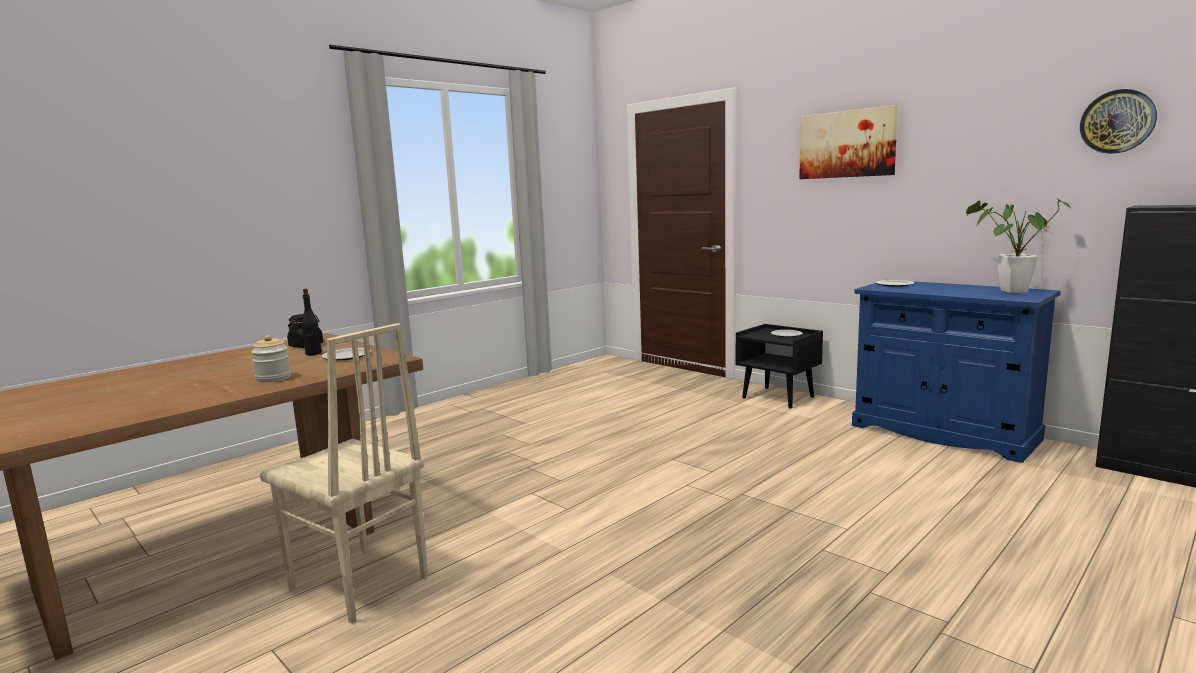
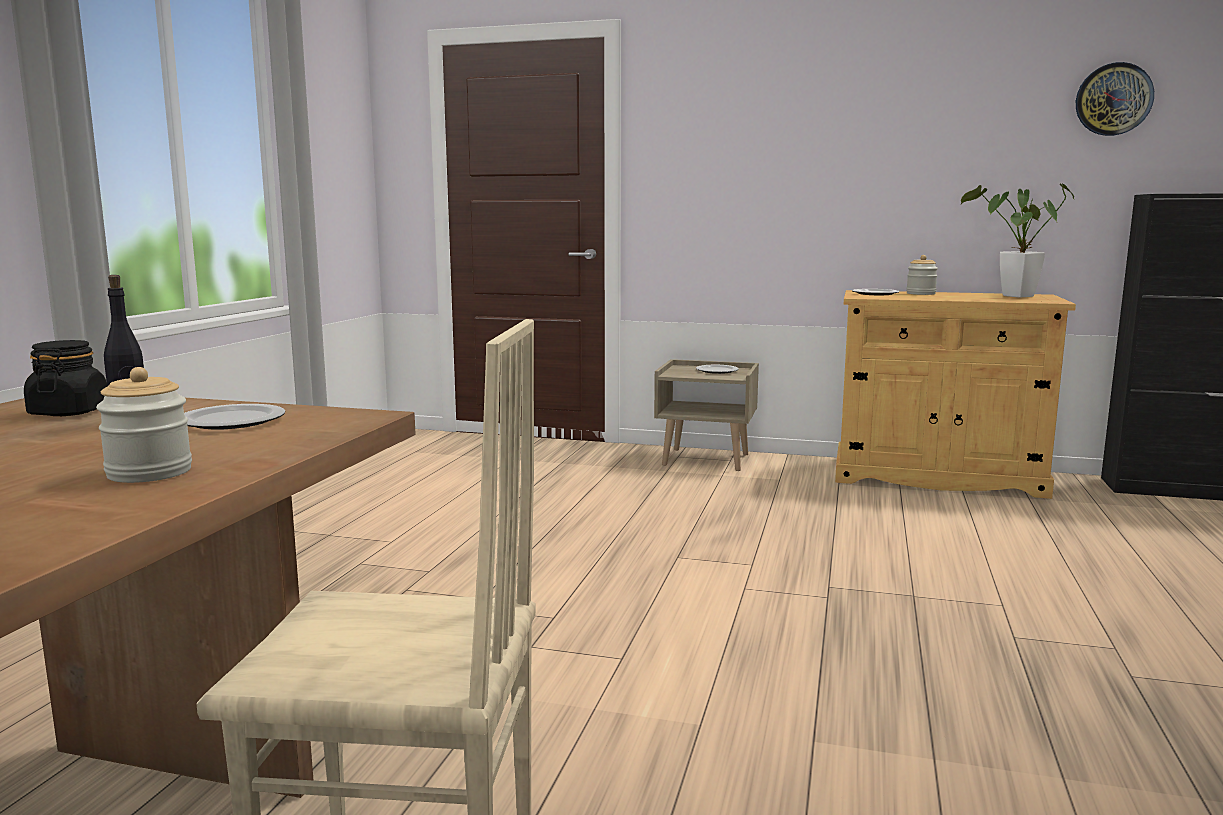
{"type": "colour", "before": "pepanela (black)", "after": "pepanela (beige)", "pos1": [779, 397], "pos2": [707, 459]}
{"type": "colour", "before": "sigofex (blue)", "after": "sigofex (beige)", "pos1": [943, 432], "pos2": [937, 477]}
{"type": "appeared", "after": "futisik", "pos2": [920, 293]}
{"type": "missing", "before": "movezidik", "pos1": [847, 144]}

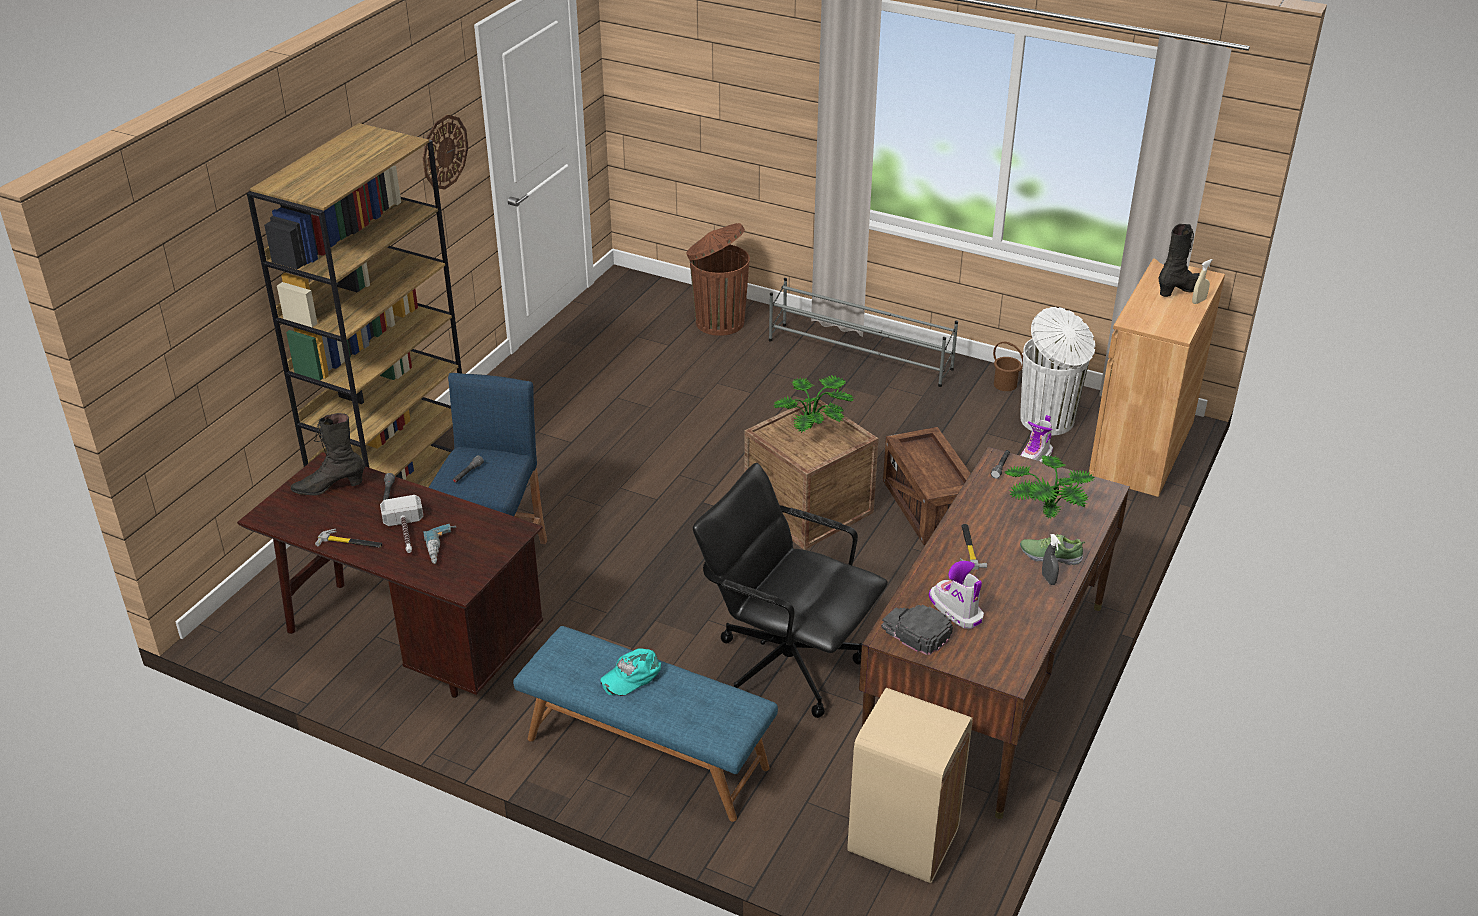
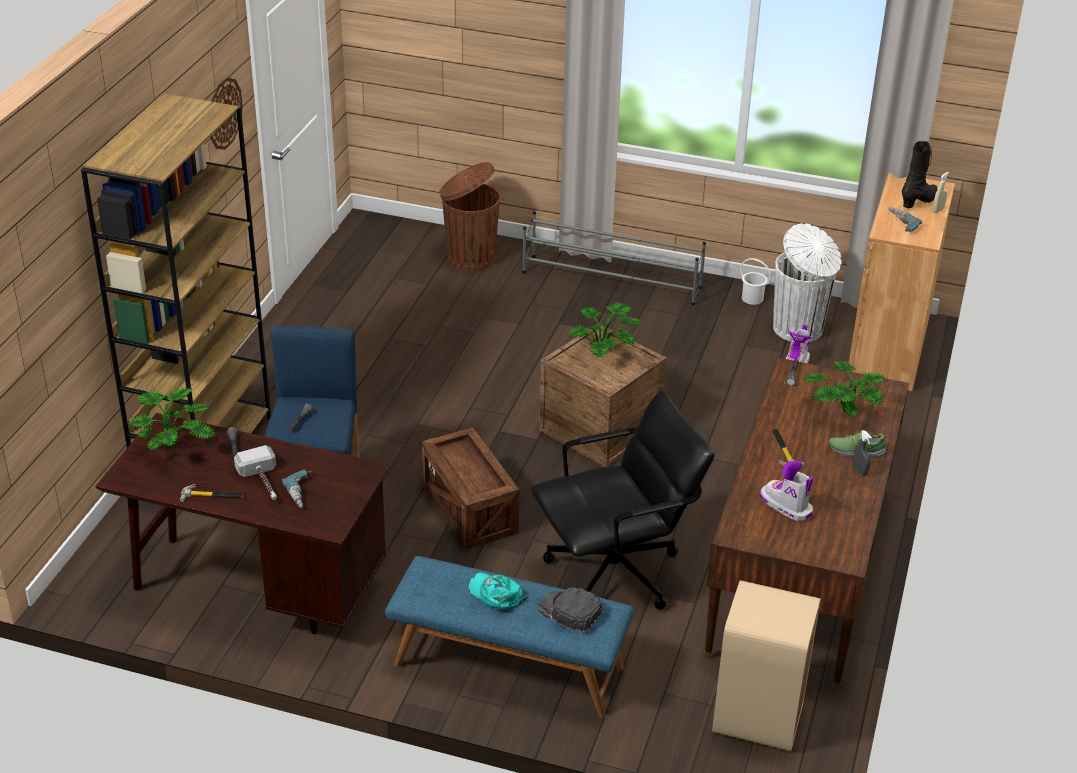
{"type": "exchanged", "before": "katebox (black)", "after": "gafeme", "pos1": [329, 487], "pos2": [175, 445]}
{"type": "relocated", "before": "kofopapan", "pos1": [928, 507], "pos2": [470, 509]}
{"type": "spun", "before": "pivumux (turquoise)", "pos1": [631, 675], "pos2": [496, 594], "turn": 90}
{"type": "spun", "before": "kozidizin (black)", "pos1": [786, 664], "pos2": [616, 573], "turn": 135}
{"type": "relocated", "before": "pivumux (black)", "pos1": [916, 631], "pos2": [569, 612]}
{"type": "colour", "before": "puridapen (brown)", "after": "puridapen (white)", "pos1": [1005, 385], "pos2": [752, 298]}
{"type": "appeared", "after": "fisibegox", "pos2": [899, 223]}

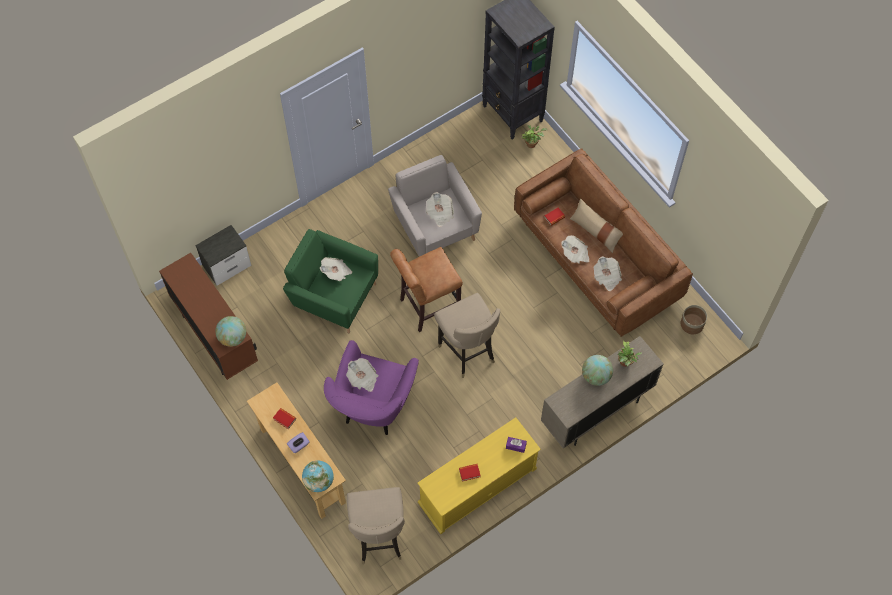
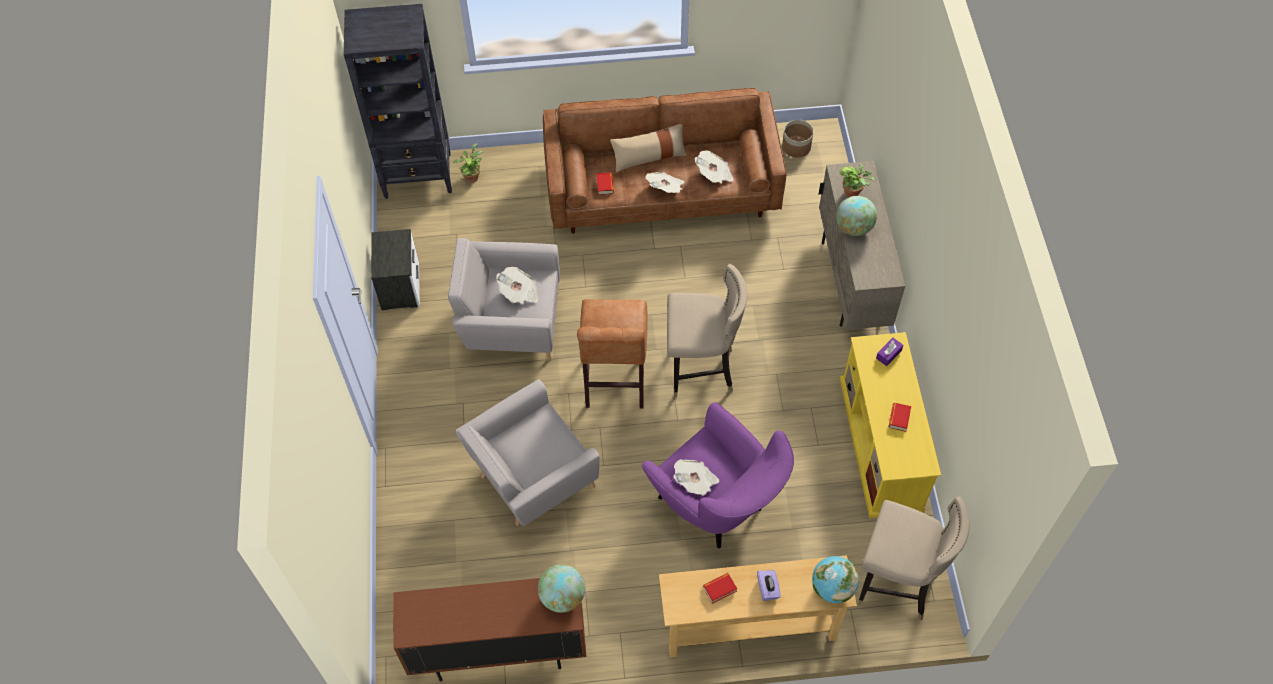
{"type": "relocated", "before": "pepanela", "pos1": [227, 265], "pos2": [400, 285]}
{"type": "colour", "before": "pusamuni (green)", "after": "pusamuni (grey)", "pos1": [334, 296], "pos2": [531, 479]}
{"type": "missing", "before": "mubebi", "pos1": [336, 272]}

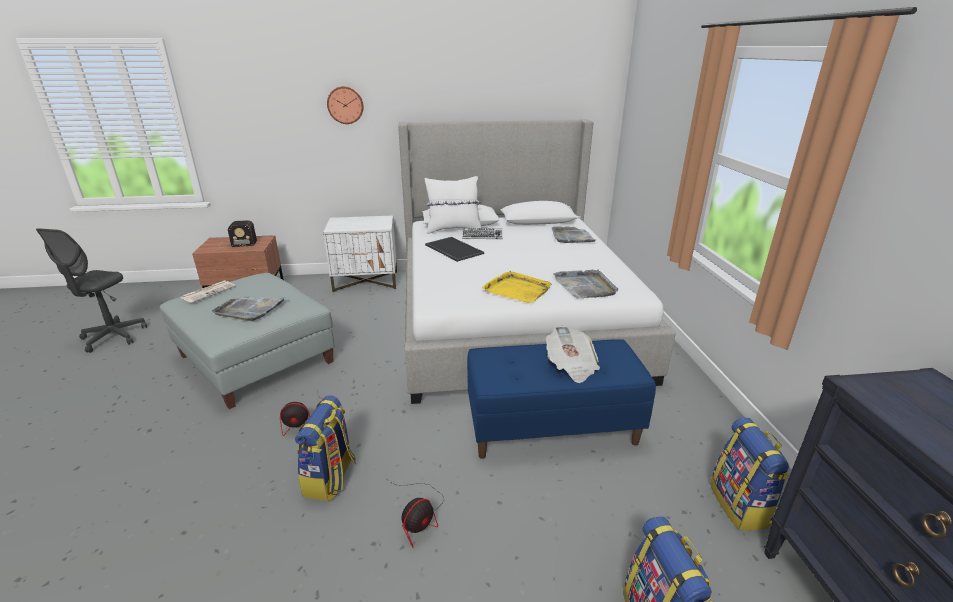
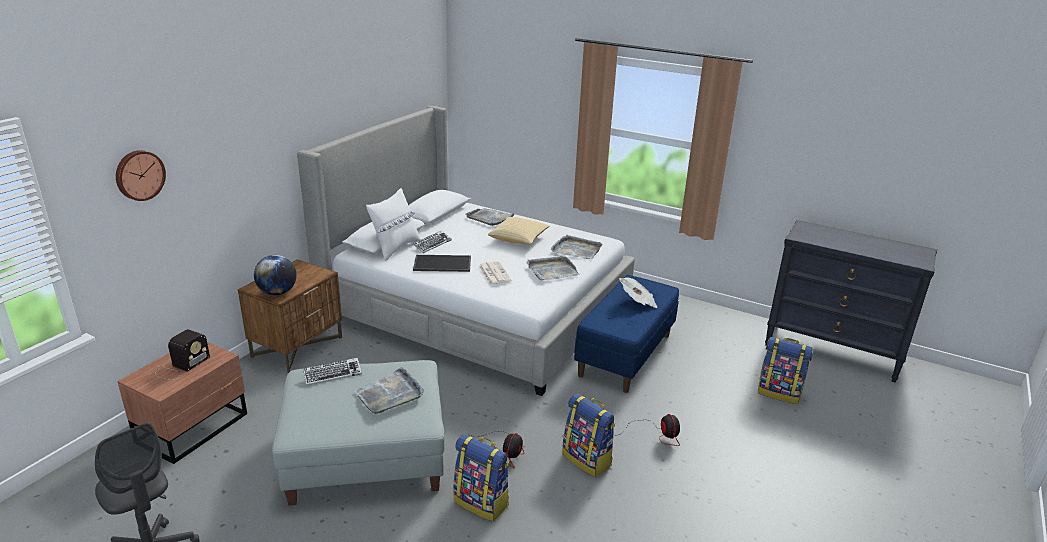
{"type": "relocated", "before": "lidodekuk", "pos1": [345, 105], "pos2": [139, 175]}
{"type": "colour", "before": "pepanela (white)", "after": "pepanela (brown)", "pos1": [366, 282], "pos2": [297, 347]}
{"type": "appeared", "after": "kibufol", "pos2": [277, 293]}
{"type": "appeared", "after": "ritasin", "pos2": [332, 374]}
{"type": "relocated", "before": "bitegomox", "pos1": [740, 505], "pos2": [482, 502]}
{"type": "relocated", "before": "mubebi", "pos1": [208, 292], "pos2": [494, 273]}
{"type": "appeared", "after": "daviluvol", "pos2": [518, 239]}
{"type": "colour", "before": "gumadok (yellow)", "after": "gumadok (grey)", "pos1": [517, 289], "pos2": [551, 270]}

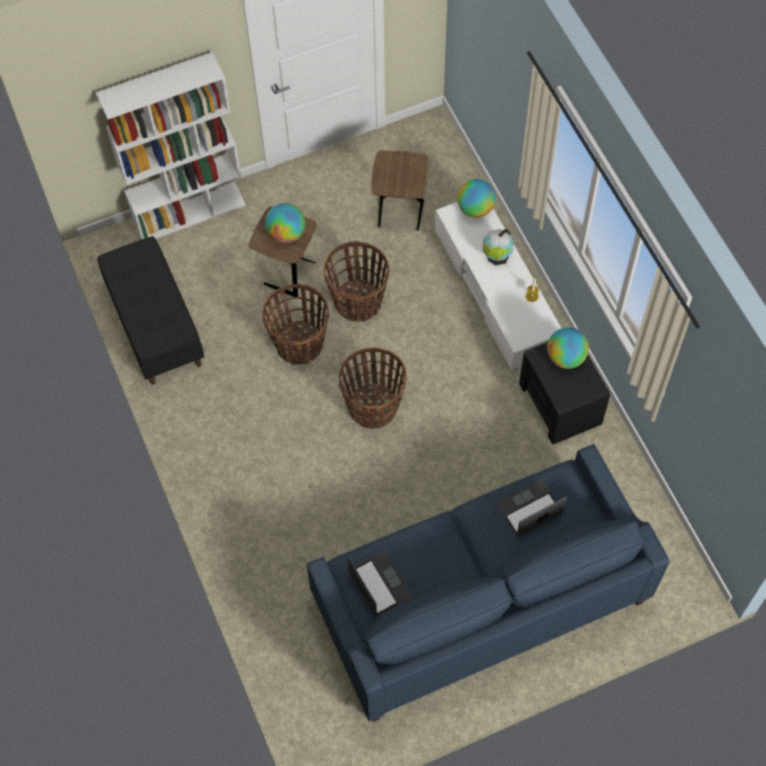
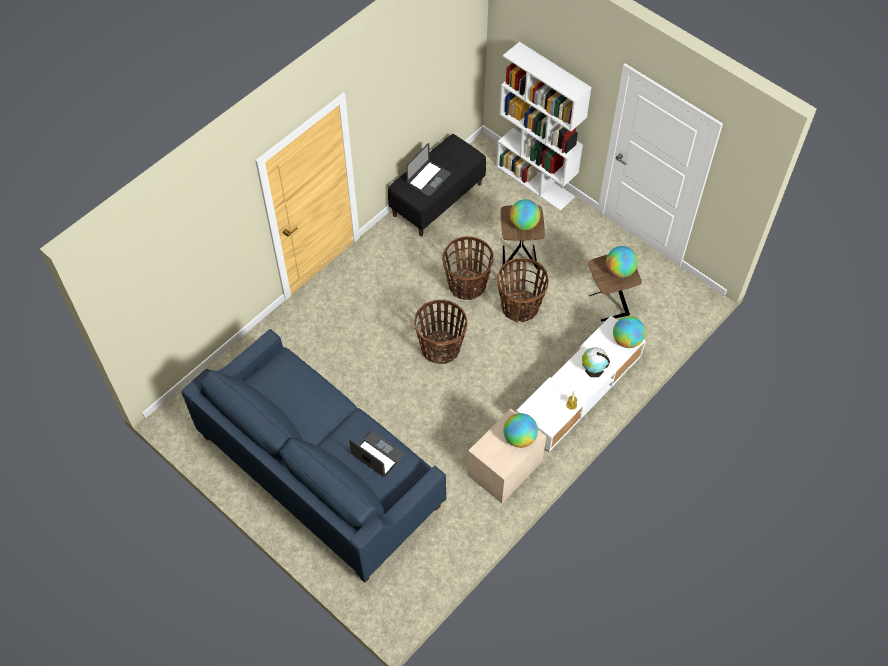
{"type": "relocated", "before": "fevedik", "pos1": [379, 584], "pos2": [428, 178]}
{"type": "colour", "before": "pepanela (black)", "after": "pepanela (beige)", "pos1": [560, 404], "pos2": [504, 468]}
{"type": "appeared", "after": "kibufol", "pos2": [619, 270]}

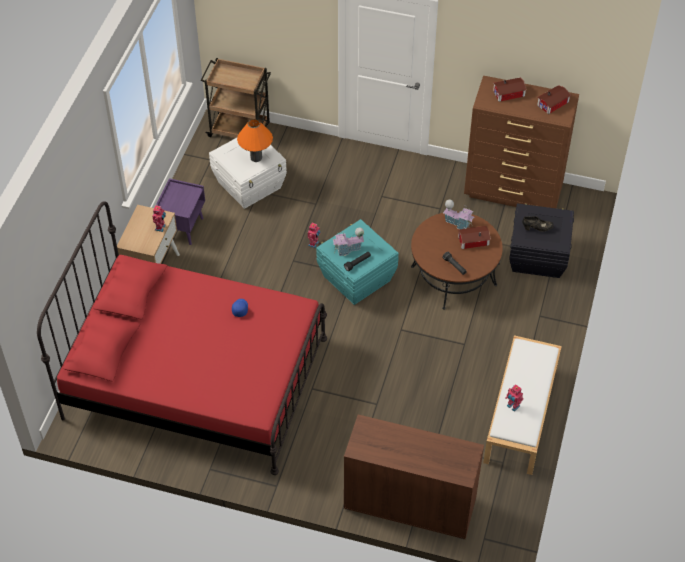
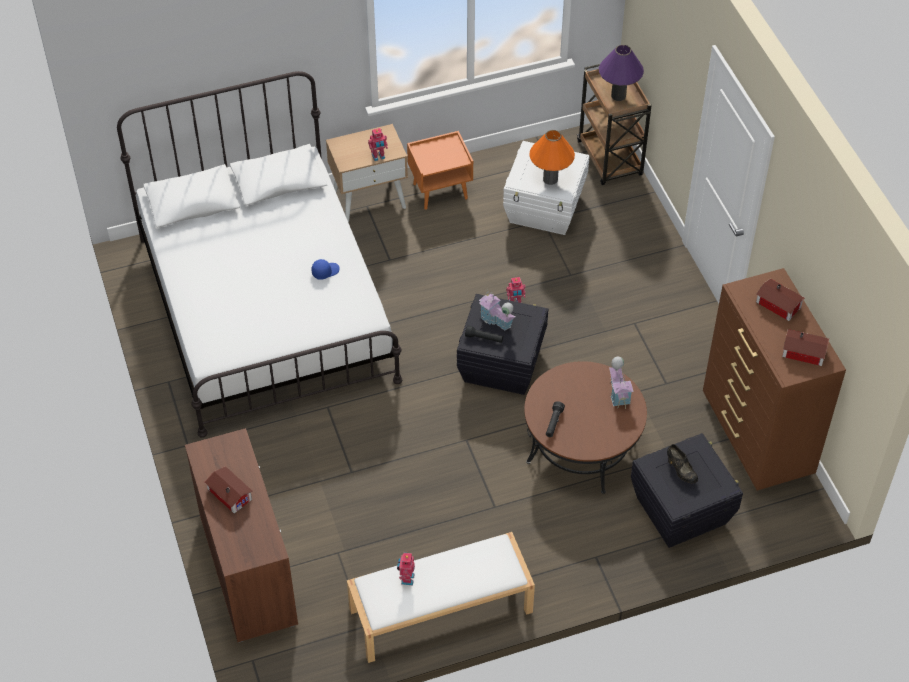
{"type": "colour", "before": "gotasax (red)", "after": "gotasax (white)", "pos1": [195, 378], "pos2": [266, 308]}
{"type": "relocated", "before": "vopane", "pos1": [472, 240], "pos2": [229, 493]}
{"type": "colour", "before": "pepanela (purple)", "after": "pepanela (orange)", "pos1": [182, 228], "pos2": [440, 190]}
{"type": "colour", "before": "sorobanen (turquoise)", "after": "sorobanen (black)", "pos1": [356, 278], "pos2": [501, 364]}
{"type": "appeared", "after": "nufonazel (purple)", "pos2": [618, 95]}

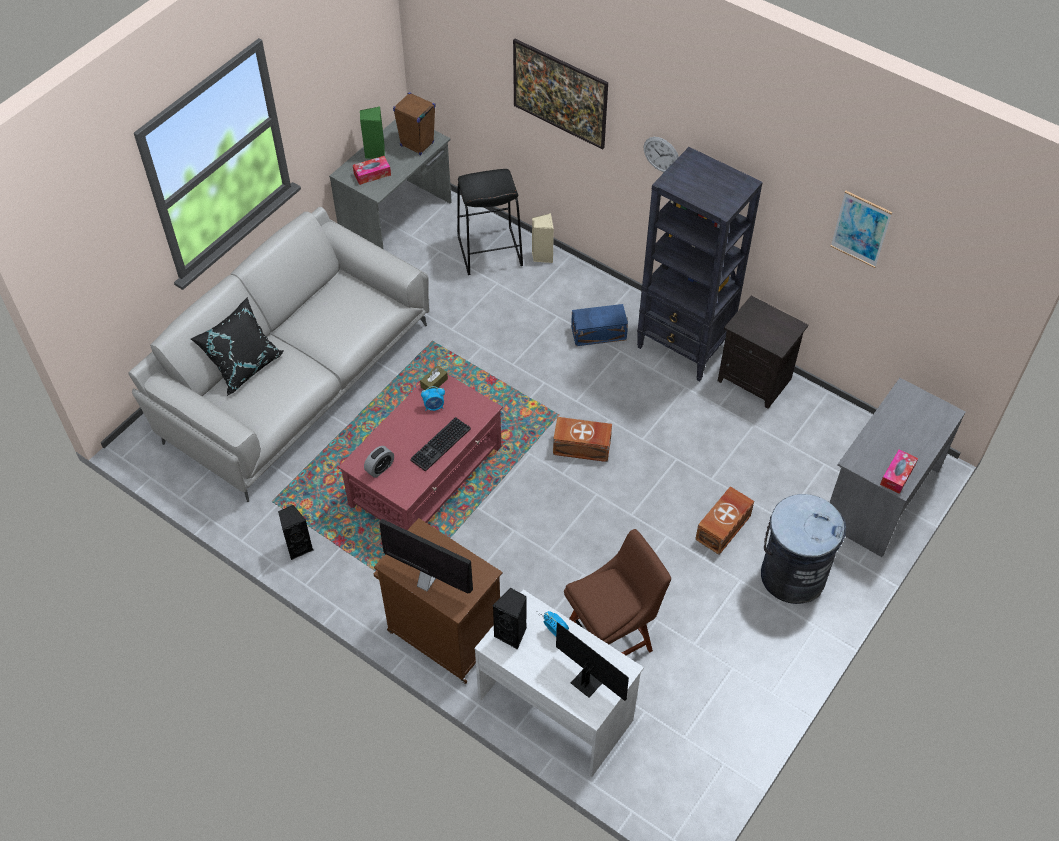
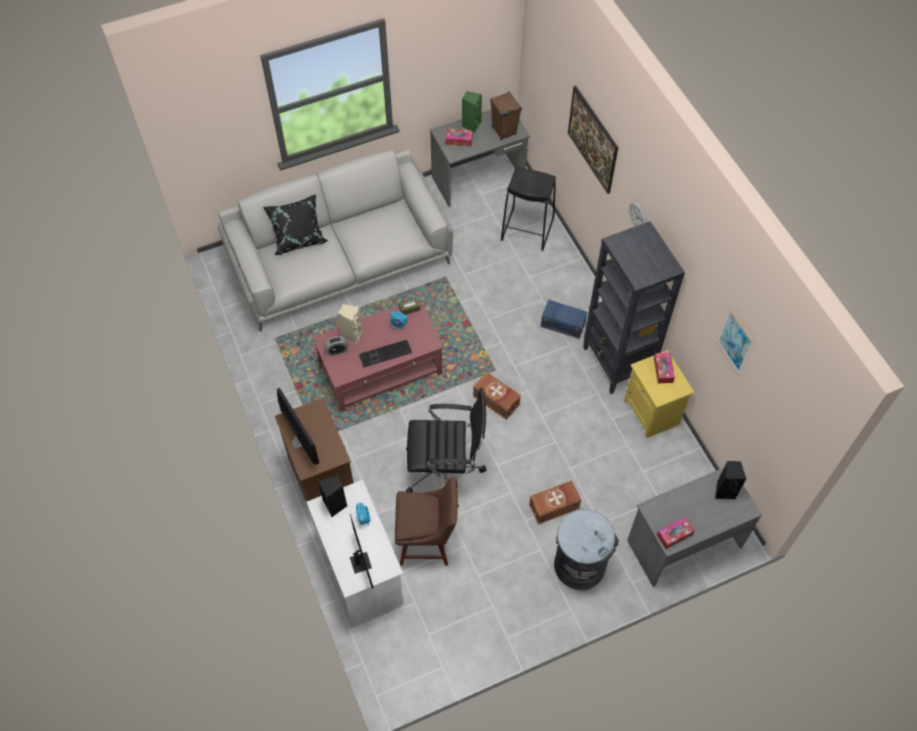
{"type": "relocated", "before": "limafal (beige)", "pos1": [542, 256], "pos2": [352, 334]}
{"type": "appeared", "after": "kozidizin (black)", "pos2": [445, 471]}
{"type": "colour", "before": "pepanela (black)", "after": "pepanela (yellow)", "pos1": [756, 379], "pos2": [652, 412]}
{"type": "appeared", "after": "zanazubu", "pos2": [663, 370]}
{"type": "relocated", "before": "limafal (black)", "pos1": [298, 547], "pos2": [724, 490]}

